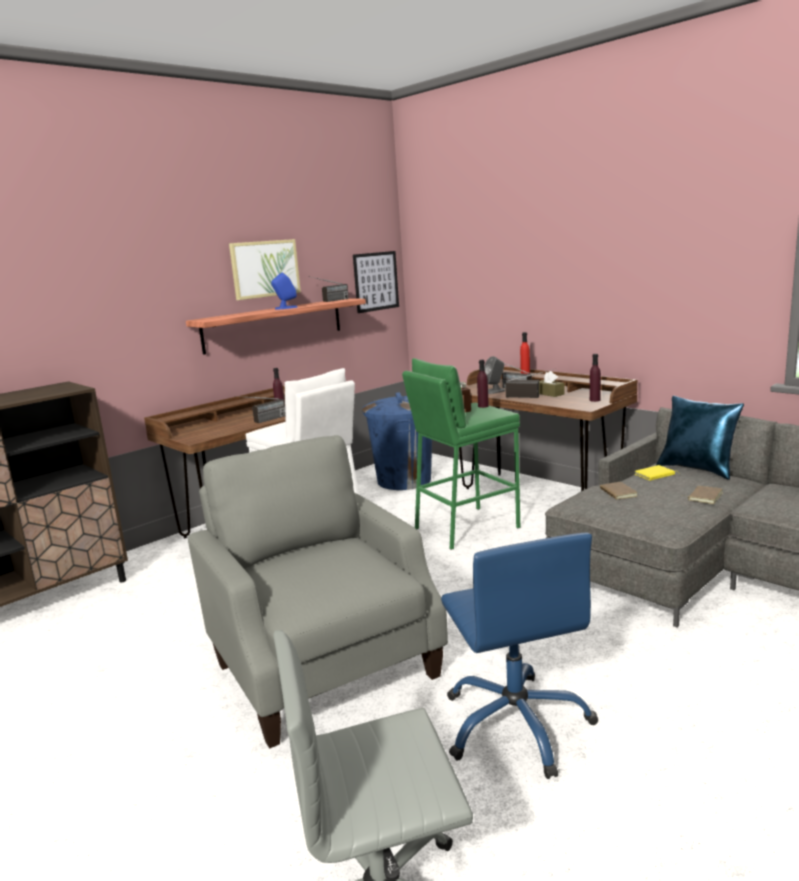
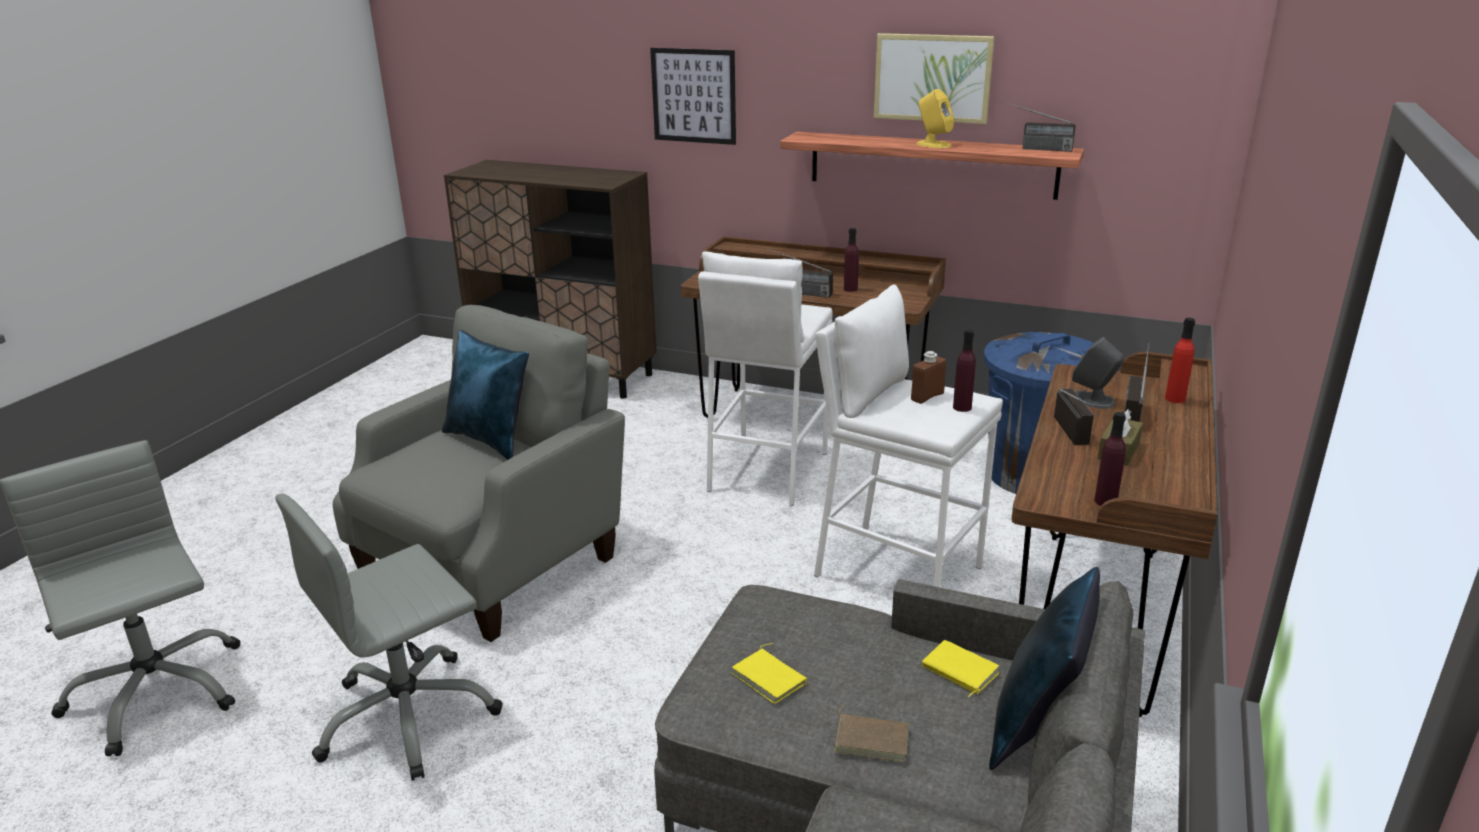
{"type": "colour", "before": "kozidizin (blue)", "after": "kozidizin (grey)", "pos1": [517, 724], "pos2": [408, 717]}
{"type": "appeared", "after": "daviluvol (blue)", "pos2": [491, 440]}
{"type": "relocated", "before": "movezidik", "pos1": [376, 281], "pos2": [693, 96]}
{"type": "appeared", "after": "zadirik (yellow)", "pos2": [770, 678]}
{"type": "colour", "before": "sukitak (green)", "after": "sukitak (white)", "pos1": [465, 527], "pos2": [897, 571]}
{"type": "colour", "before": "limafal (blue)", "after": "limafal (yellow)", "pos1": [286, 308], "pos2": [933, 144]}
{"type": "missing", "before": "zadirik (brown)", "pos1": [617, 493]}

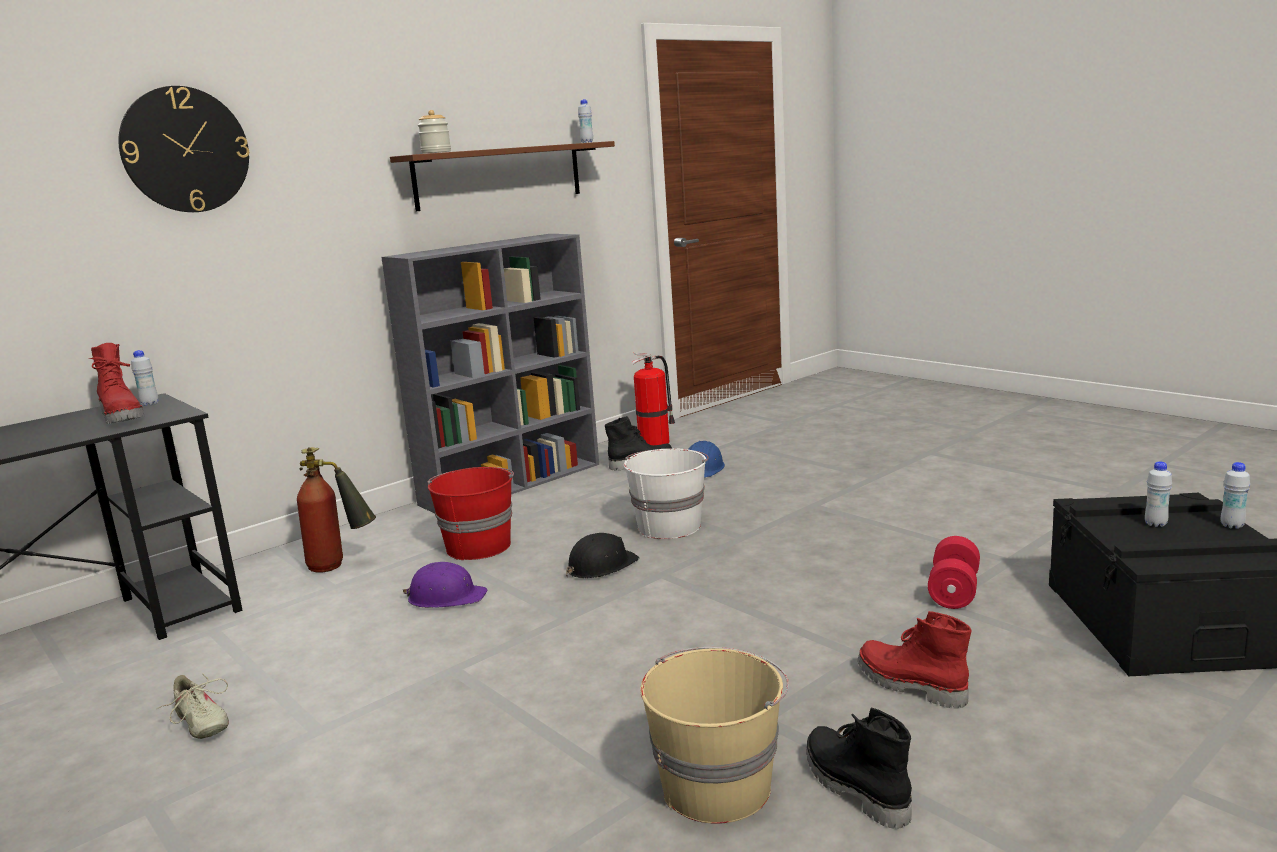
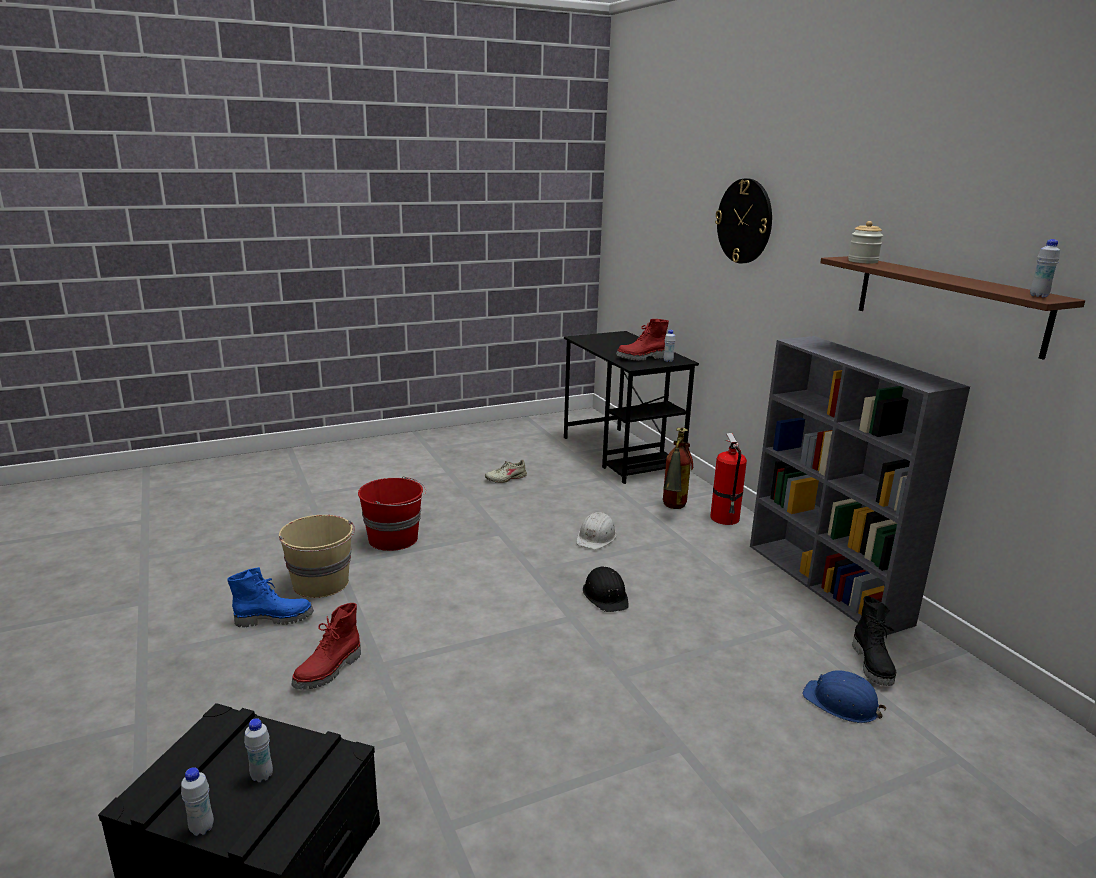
{"type": "colour", "before": "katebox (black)", "after": "katebox (blue)", "pos1": [853, 788], "pos2": [274, 618]}
{"type": "spun", "before": "katebox (red)", "pos1": [909, 685], "pos2": [329, 671], "turn": 150}
{"type": "relocated", "before": "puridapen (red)", "pos1": [478, 546], "pos2": [394, 538]}
{"type": "colour", "before": "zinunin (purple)", "after": "zinunin (white)", "pos1": [446, 597], "pos2": [596, 537]}
{"type": "relocated", "before": "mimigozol", "pos1": [655, 442], "pos2": [725, 519]}
{"type": "missing", "before": "puridapen (white)", "pos1": [669, 526]}
{"type": "missing", "before": "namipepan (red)", "pos1": [954, 591]}

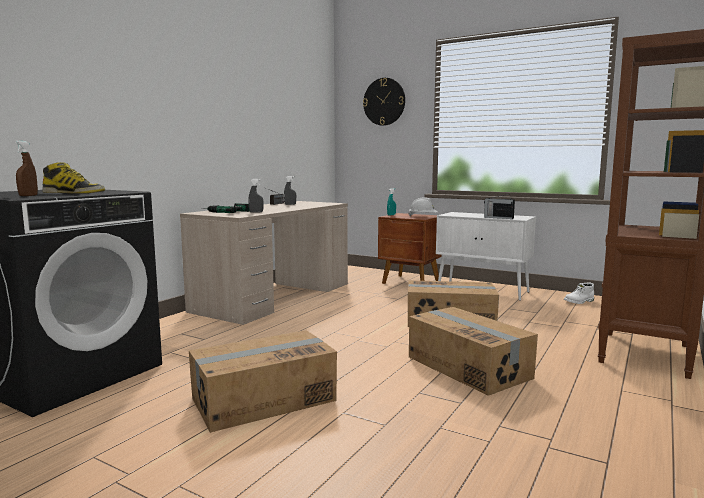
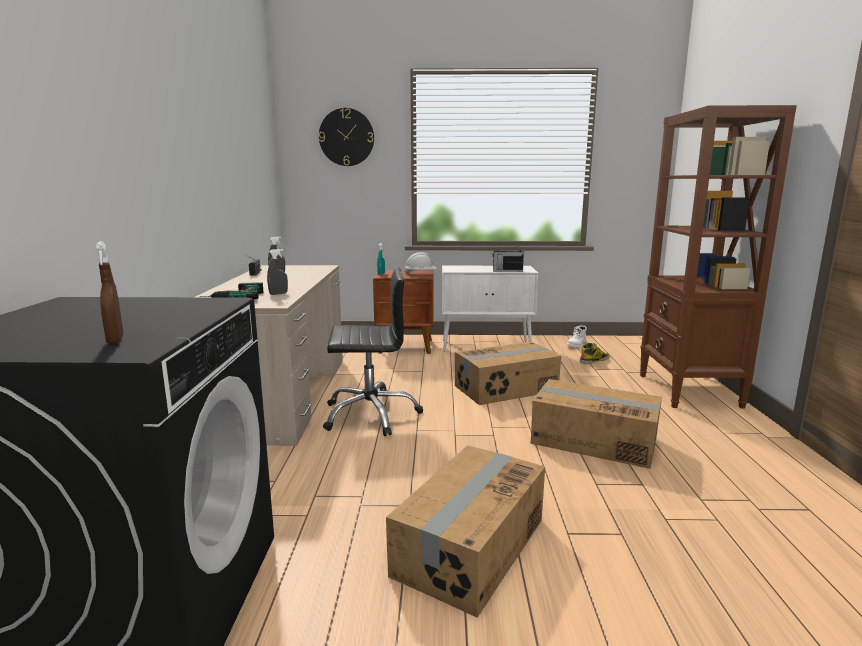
{"type": "appeared", "after": "kozidizin (black)", "pos2": [370, 414]}
{"type": "relocated", "before": "katebox", "pos1": [74, 193], "pos2": [594, 360]}

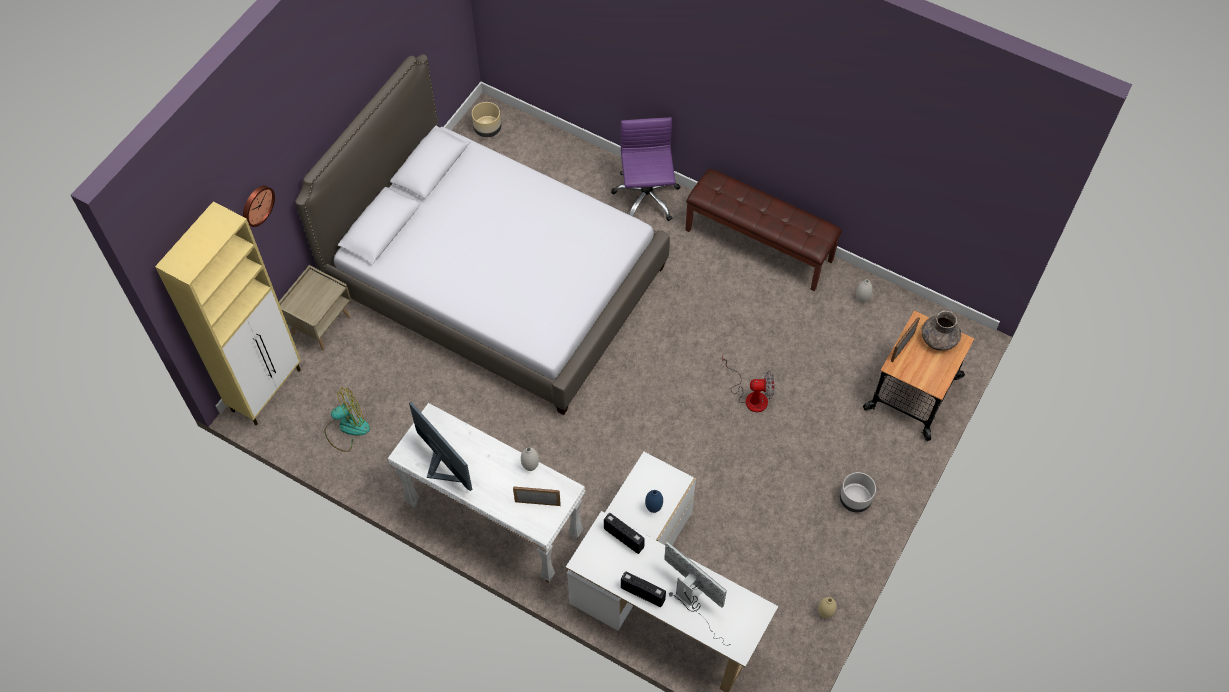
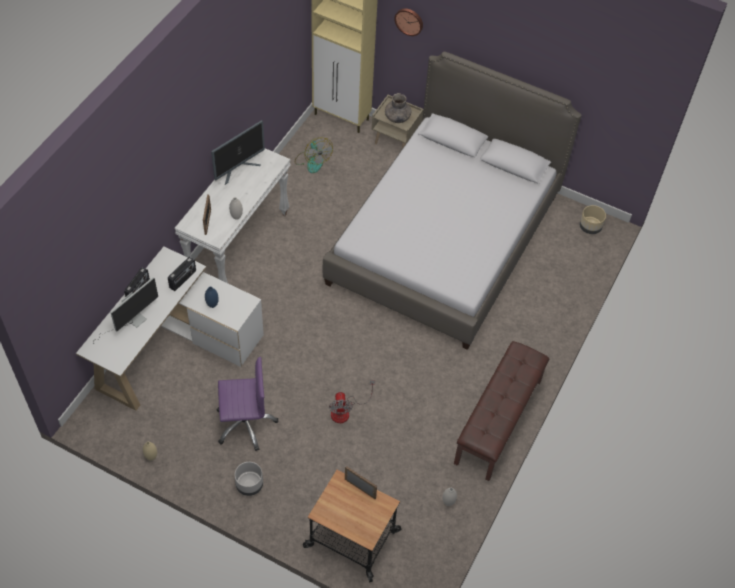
{"type": "relocated", "before": "kozidizin (purple)", "pos1": [646, 198], "pos2": [245, 423]}
{"type": "relocated", "before": "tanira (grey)", "pos1": [938, 339], "pos2": [397, 117]}

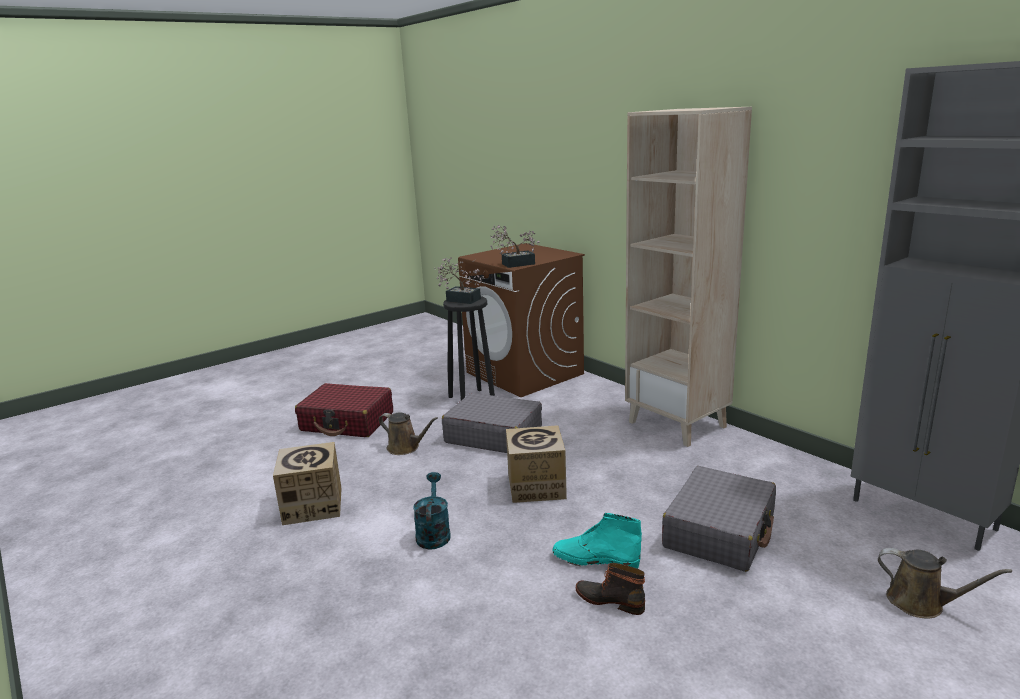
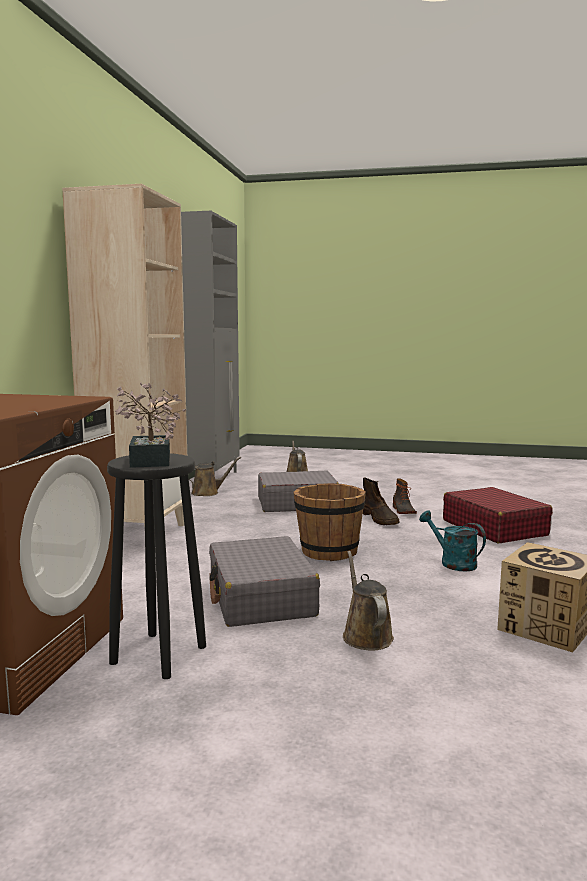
{"type": "appeared", "after": "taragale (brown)", "pos2": [208, 492]}
{"type": "exchanged", "before": "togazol", "after": "puridapen (brown)", "pos1": [536, 486], "pos2": [328, 552]}
{"type": "colour", "before": "katebox (turquoise)", "after": "katebox (brown)", "pos1": [594, 560], "pos2": [379, 519]}
{"type": "spun", "before": "taragale (turquoise)", "pos1": [433, 533], "pos2": [452, 563], "turn": 90}
{"type": "relocated", "before": "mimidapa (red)", "pos1": [347, 422], "pos2": [494, 528]}
{"type": "missing", "before": "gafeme", "pos1": [514, 264]}

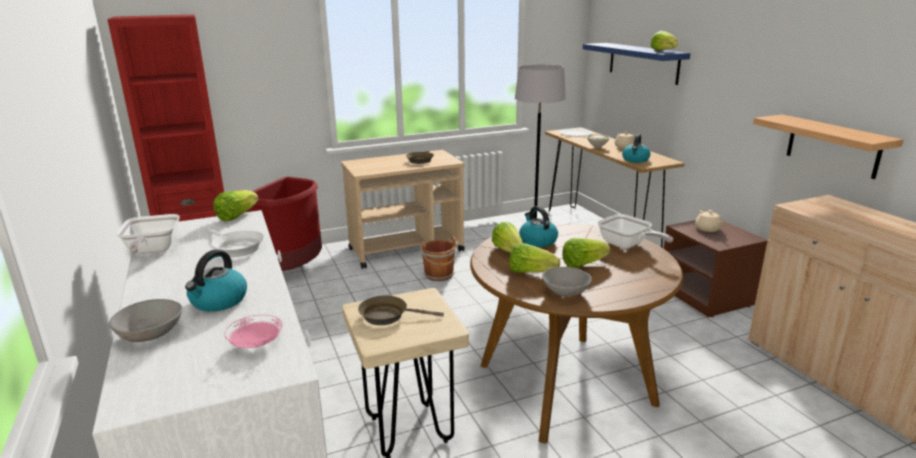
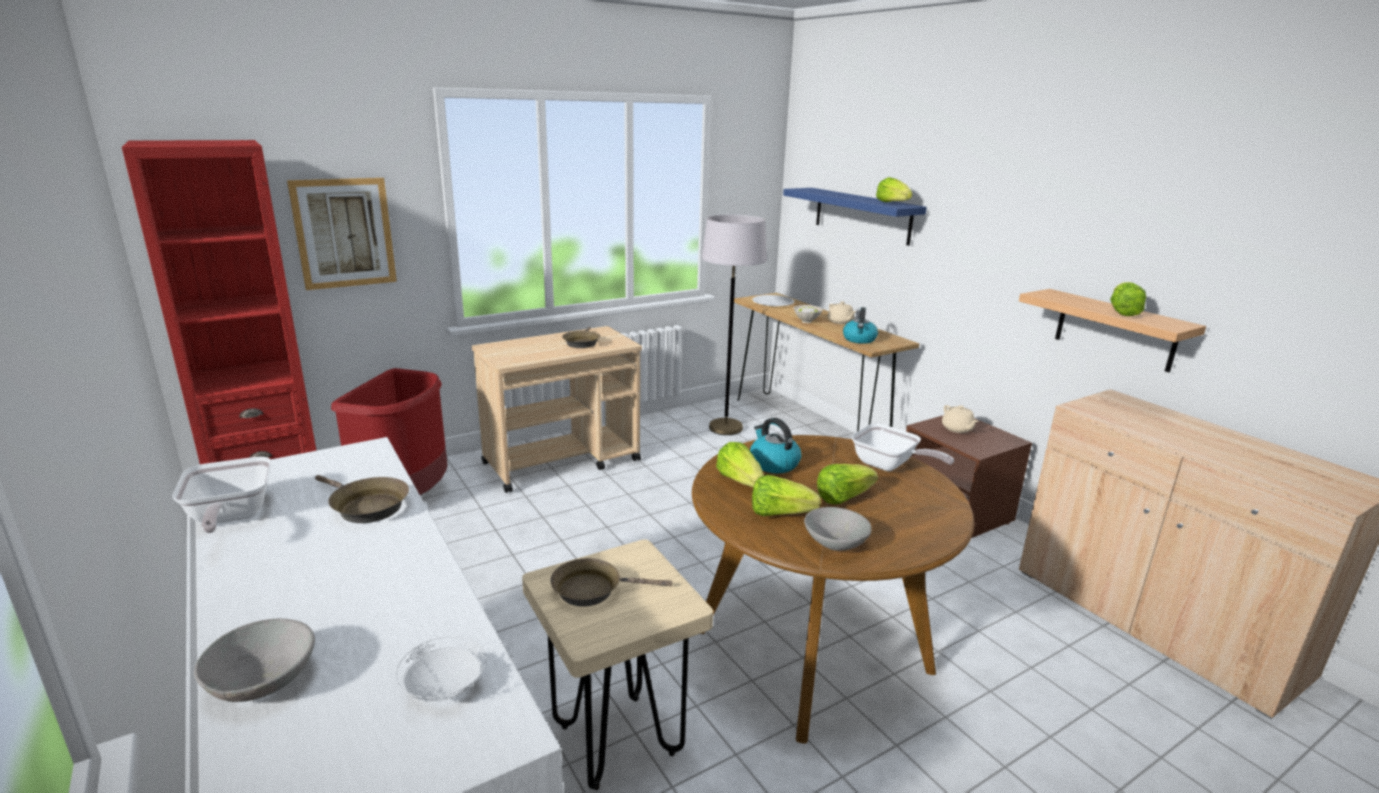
{"type": "appeared", "after": "movezidik", "pos2": [344, 233]}
{"type": "colour", "before": "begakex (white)", "after": "begakex (brown)", "pos1": [236, 248], "pos2": [366, 506]}
{"type": "colour", "before": "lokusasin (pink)", "after": "lokusasin (white)", "pos1": [256, 344], "pos2": [444, 687]}
{"type": "relocated", "before": "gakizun", "pos1": [236, 216], "pos2": [1122, 312]}
{"type": "missing", "before": "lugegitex", "pos1": [218, 301]}
{"type": "missing", "before": "puridapen (brown)", "pos1": [439, 275]}

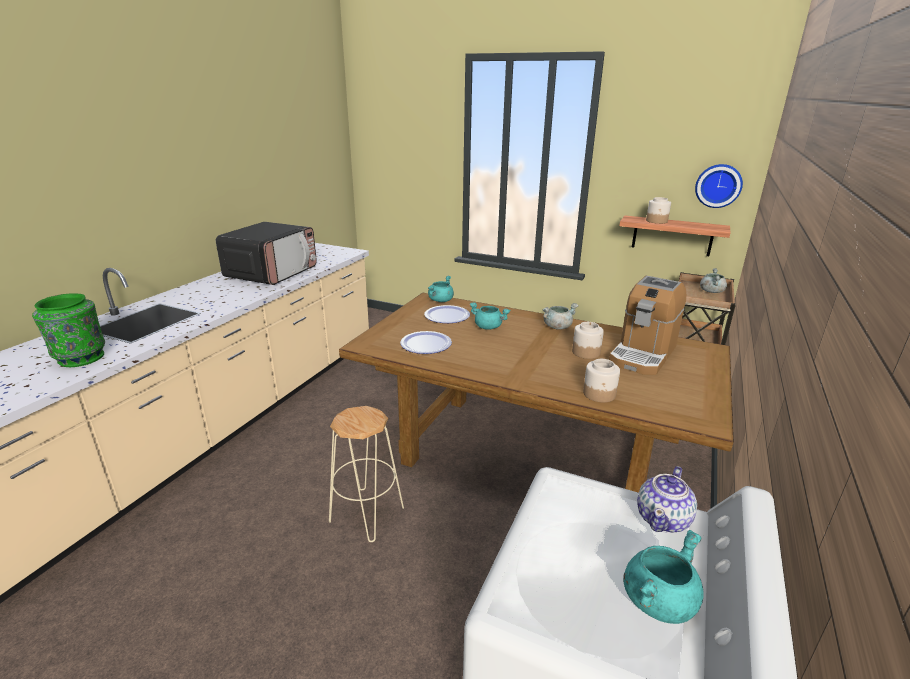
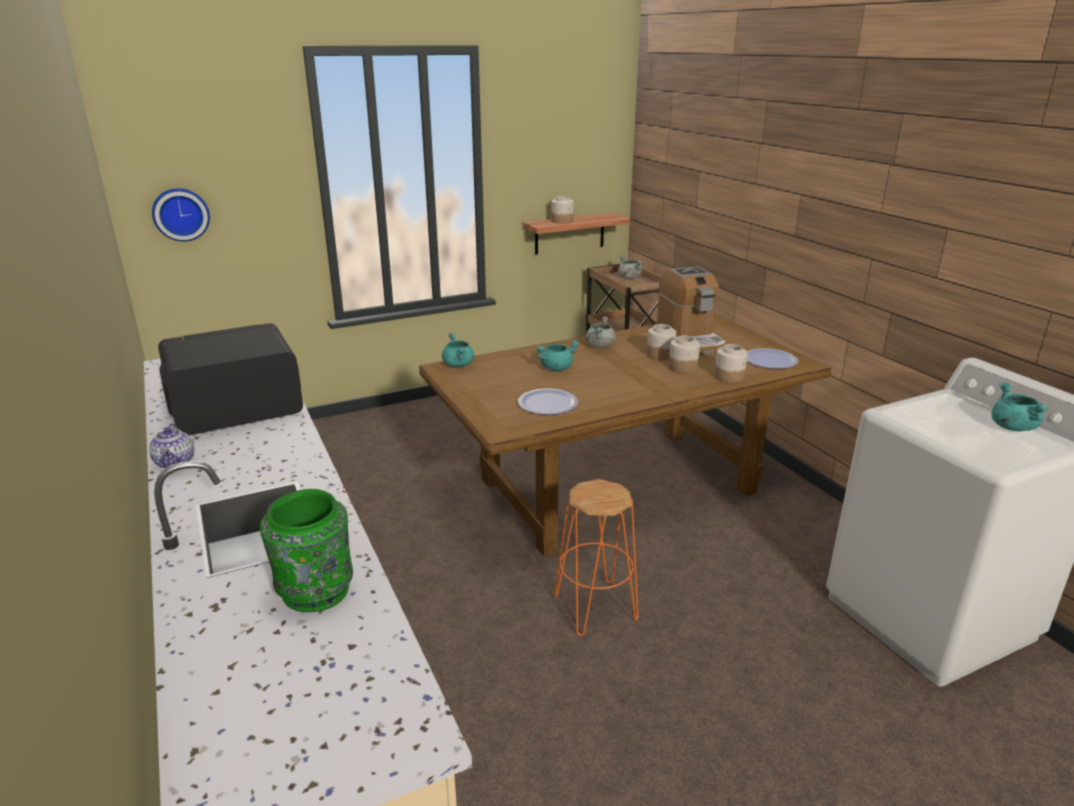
{"type": "relocated", "before": "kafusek", "pos1": [663, 519], "pos2": [175, 462]}
{"type": "relocated", "before": "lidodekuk", "pos1": [718, 185], "pos2": [181, 214]}
{"type": "spun", "before": "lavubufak", "pos1": [272, 273], "pos2": [235, 409], "turn": -90}
{"type": "colour", "before": "sukitak (beige)", "after": "sukitak (orange)", "pos1": [366, 514], "pos2": [594, 608]}
{"type": "appeared", "after": "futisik", "pos2": [682, 367]}
{"type": "relocated", "before": "lokusasin", "pos1": [447, 315], "pos2": [770, 360]}

